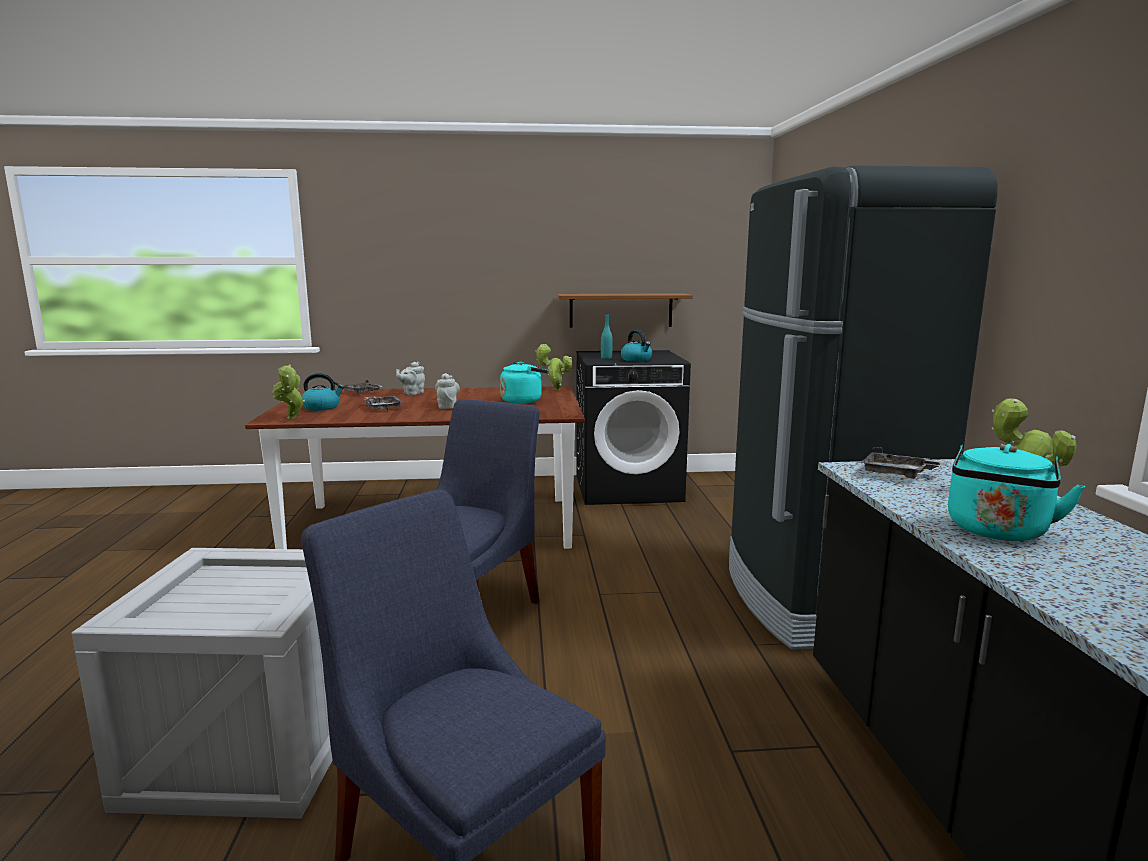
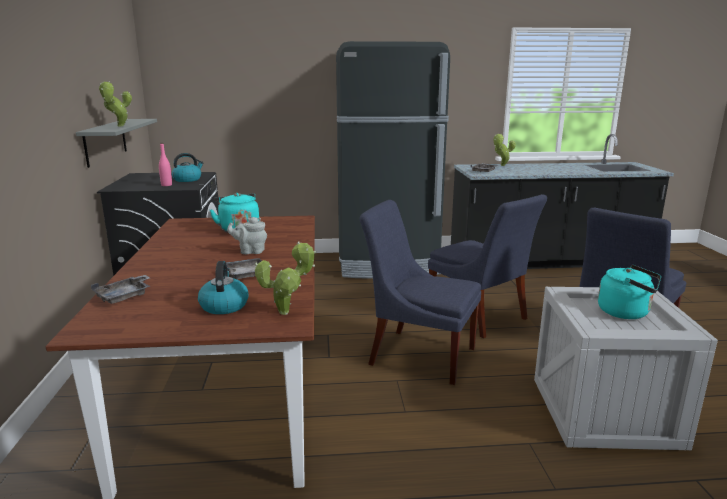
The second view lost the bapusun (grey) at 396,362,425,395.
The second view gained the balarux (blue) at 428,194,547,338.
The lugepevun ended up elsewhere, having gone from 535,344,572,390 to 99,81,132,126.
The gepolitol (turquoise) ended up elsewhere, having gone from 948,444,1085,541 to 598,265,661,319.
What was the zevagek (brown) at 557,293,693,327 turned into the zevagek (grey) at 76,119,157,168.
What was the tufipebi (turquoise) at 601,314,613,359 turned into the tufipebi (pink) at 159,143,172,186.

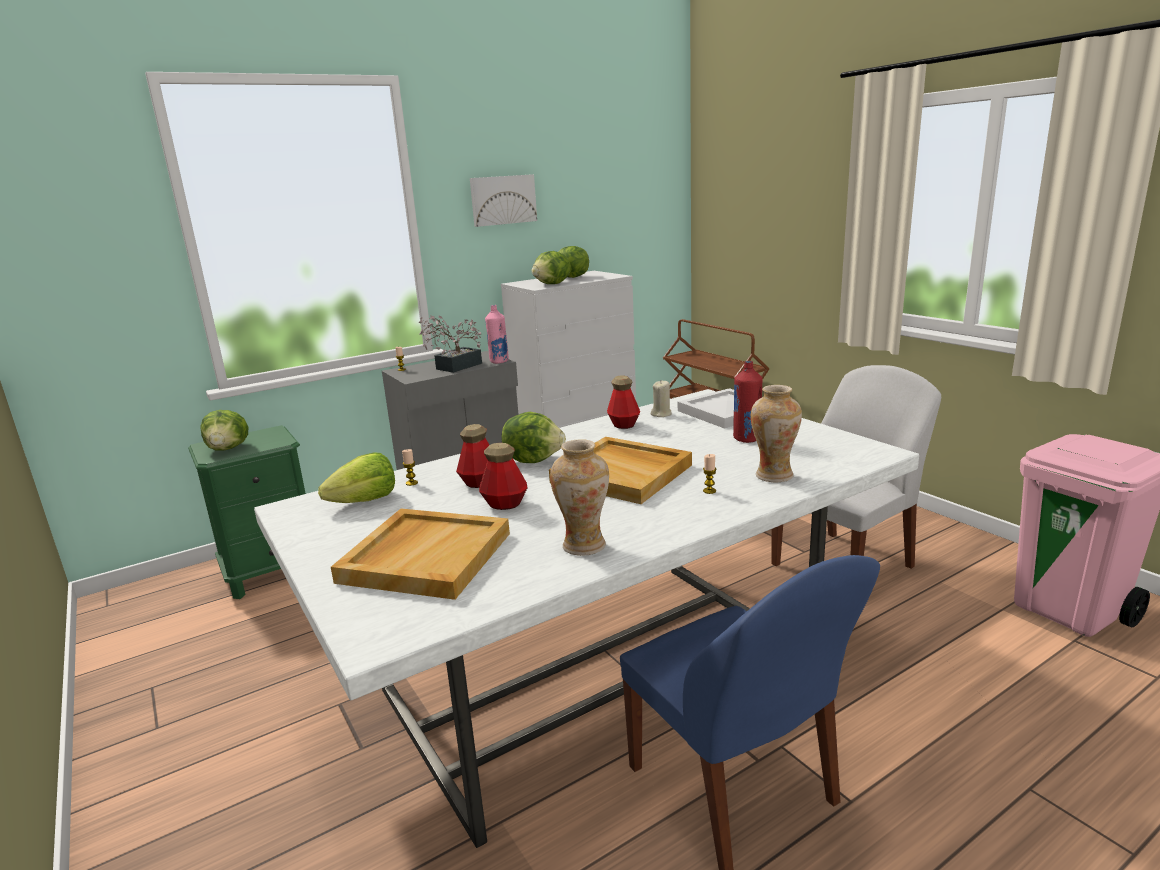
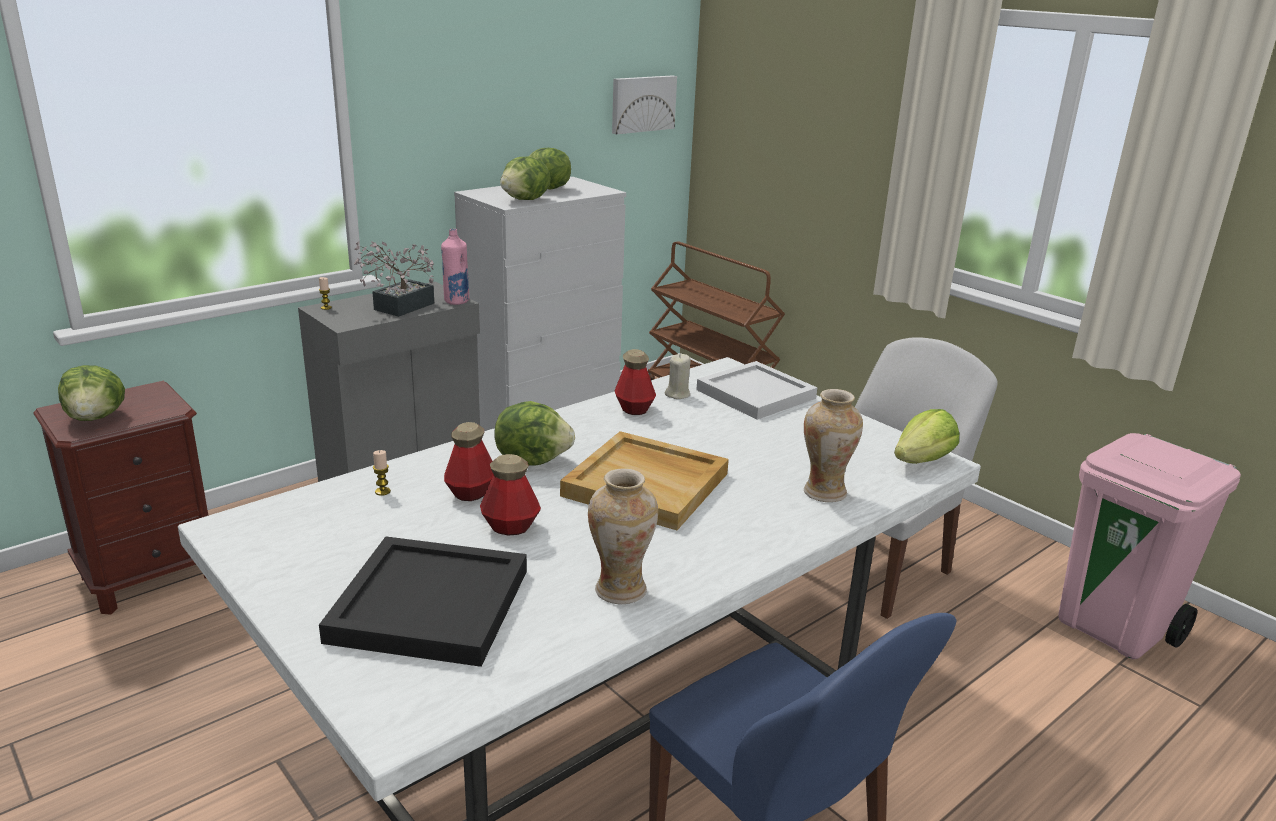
The second view lost the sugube at 703,454,716,494.
The second view lost the tufipebi (red) at 733,361,762,443.
The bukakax ended up elsewhere, having gone from 318,453,395,503 to 894,409,959,464.
The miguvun ended up elsewhere, having gone from 470,174,537,227 to 612,75,677,134.
What was the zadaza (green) at 188,425,306,599 turned into the zadaza (brown) at 33,381,208,615.
What was the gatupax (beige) at 331,509,510,600 turned into the gatupax (black) at 319,536,527,667.

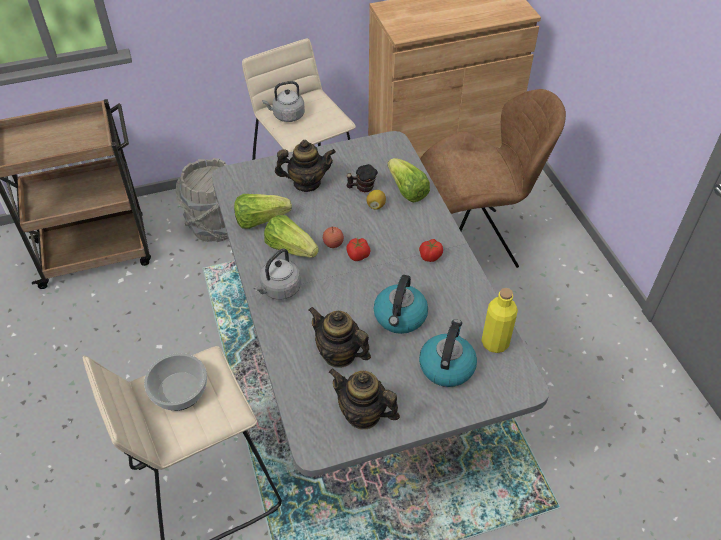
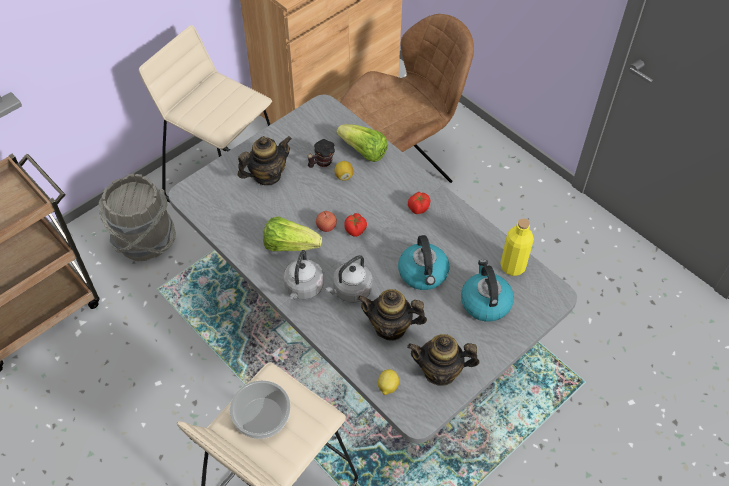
The second view lost the bukakax at 234,194,292,229.
The second view gained the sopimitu at 378,369,399,395.
The gepolitol (grey) ended up elsewhere, having gone from 262,81,305,122 to 325,255,373,303.

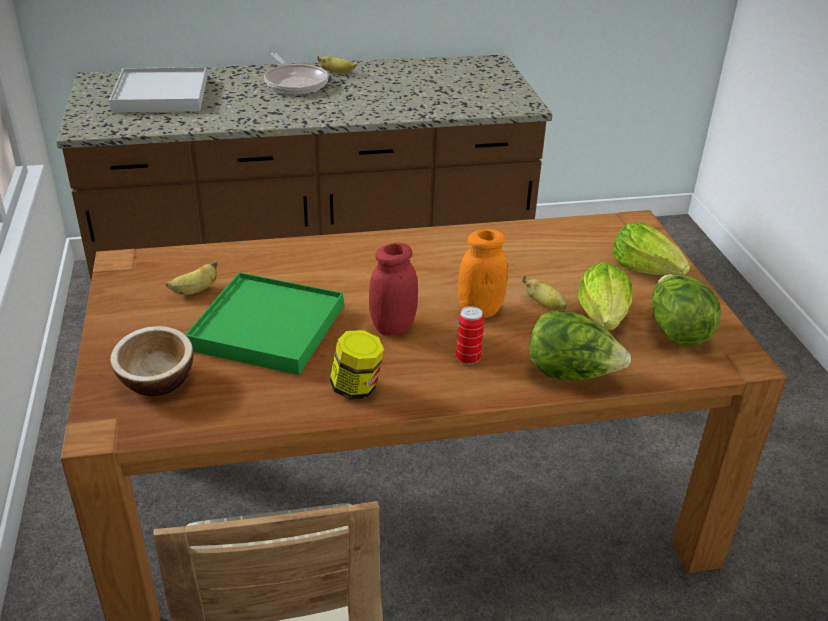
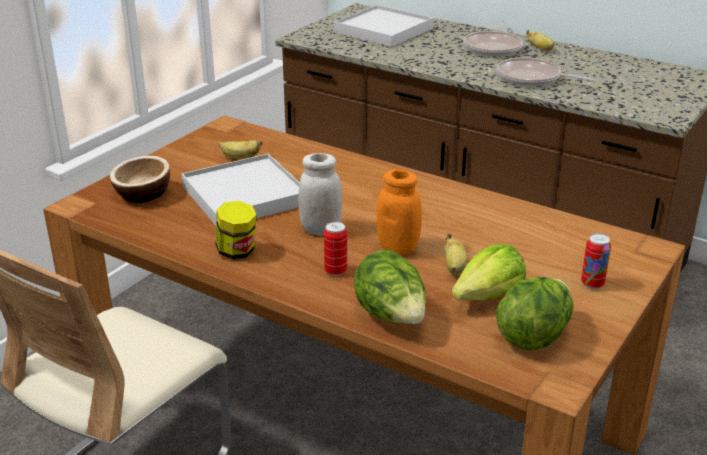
The second view gained the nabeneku at 496,57,595,87.
Where the bukakax stood at 613,222,690,275, the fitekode came to stand at 581,233,611,289.
What was the gatupax (green) at 185,272,343,375 turned into the gatupax (white) at 181,154,300,226.
What was the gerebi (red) at 369,242,418,335 turned into the gerebi (white) at 298,153,342,236.

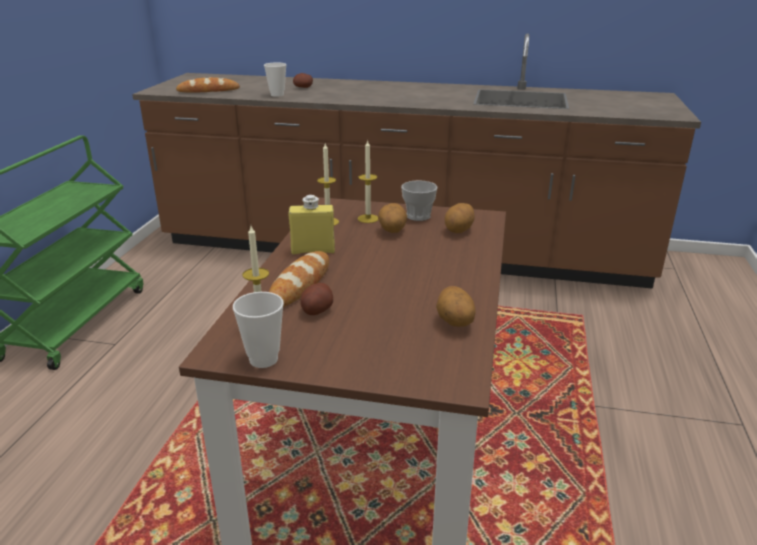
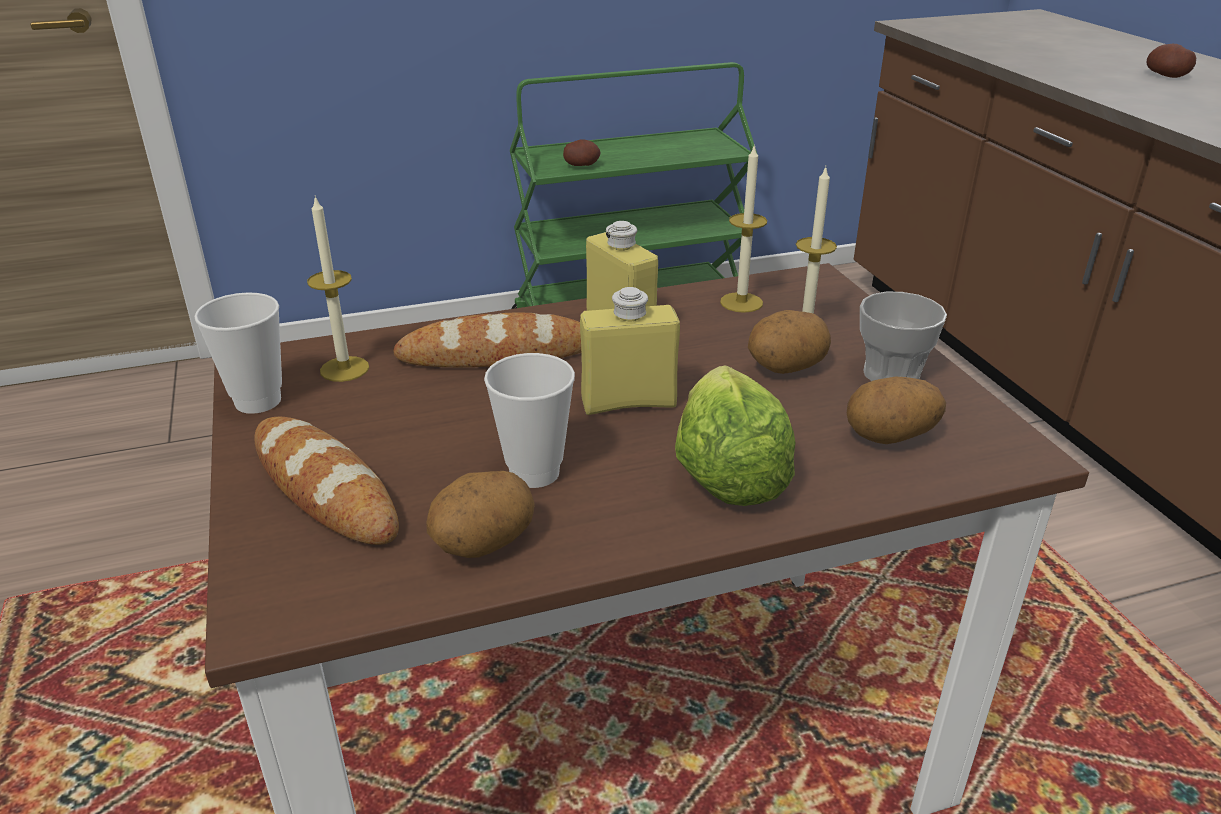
The second view gained the tufipebi (yellow) at 580,287,680,415.
The second view gained the bukakax at 675,366,795,506.
The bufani ended up elsewhere, having gone from 176,77,240,92 to 254,417,399,545.
The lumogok ended up elsewhere, having gone from 264,62,287,97 to 484,353,575,488.
The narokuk ended up elsewhere, having gone from 300,283,333,315 to 563,139,601,166.

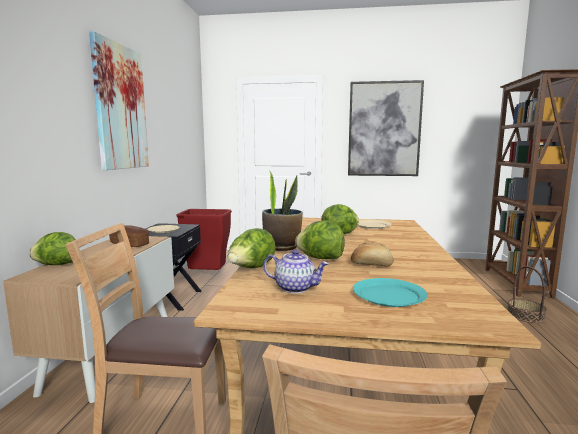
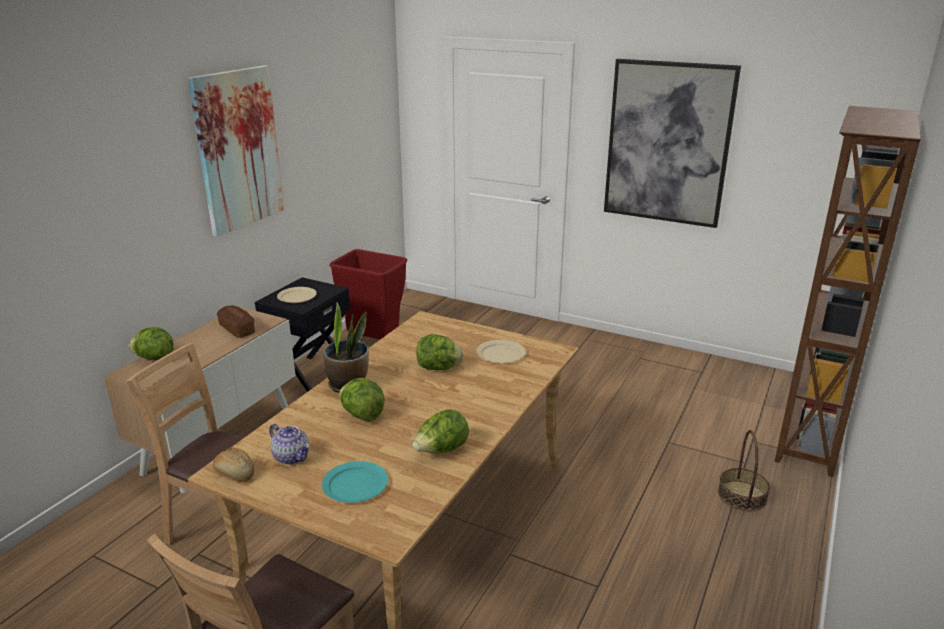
The bukakax ended up elsewhere, having gone from 228,228,276,268 to 412,409,469,453.
The bufani ended up elsewhere, having gone from 351,242,394,267 to 213,448,254,482.

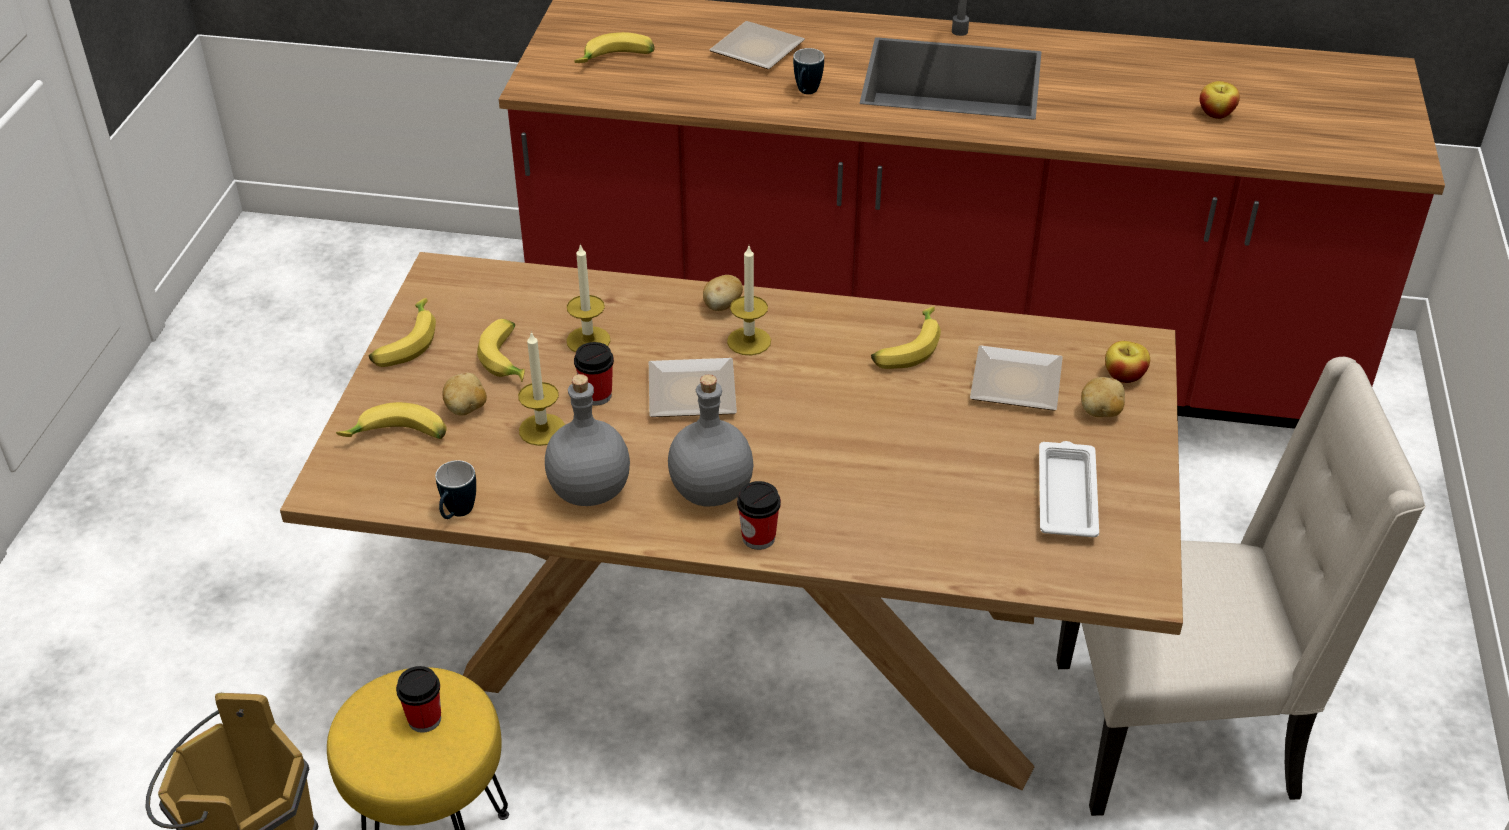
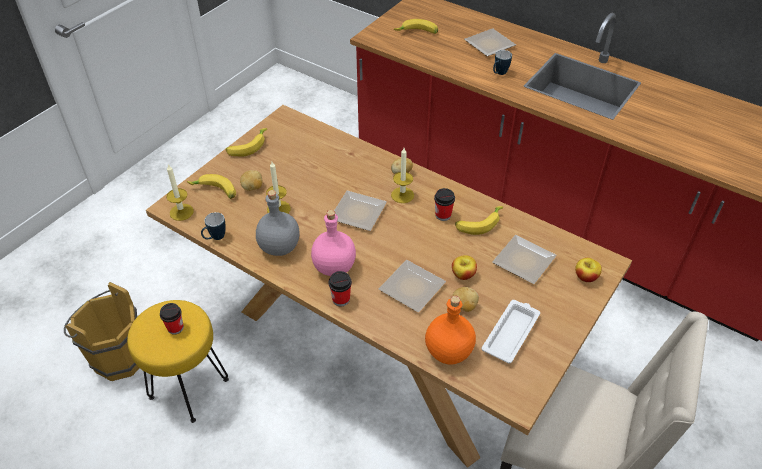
The second view lost the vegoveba at 477,319,525,382.
The second view gained the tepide at 379,260,446,312.
The second view gained the tufipebi (orange) at 425,296,476,364.
The sugube ended up elsewhere, having gone from 567,243,610,352 to 166,164,194,221.
The lumogok ended up elsewhere, having gone from 574,342,614,406 to 434,188,455,221.
The narokuk ended up elsewhere, having gone from 1081,377,1125,417 to 452,287,479,312.
The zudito ended up elsewhere, having gone from 1200,81,1240,119 to 452,255,477,280.
What was the tufipebi (grey) at 668,374,753,506 turned into the tufipebi (pink) at 311,210,356,276.

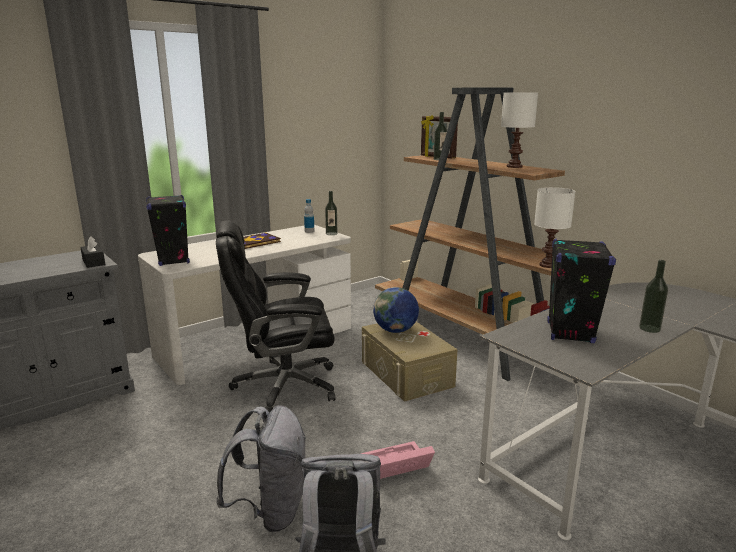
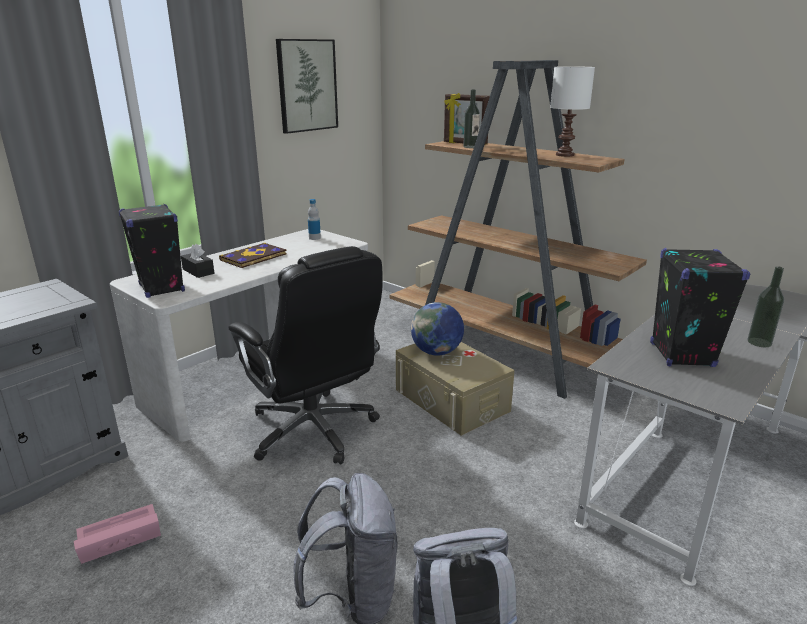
The second view lost the tufipebi at 325,191,337,235.
The second view lost the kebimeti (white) at 534,187,576,268.
The second view gained the miguvun at 276,39,338,134.
The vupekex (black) ended up elsewhere, having gone from 80,236,105,268 to 181,244,214,278.
The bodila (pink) ended up elsewhere, having gone from 361,441,435,479 to 74,504,161,564.
The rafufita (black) at 216,220,335,412 ended up facing another way, 105 degrees counterclockwise from before.

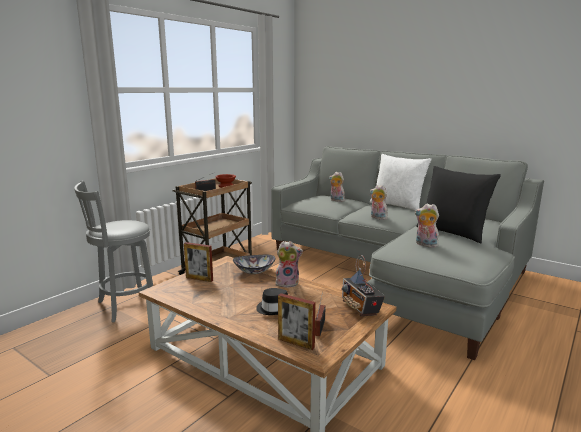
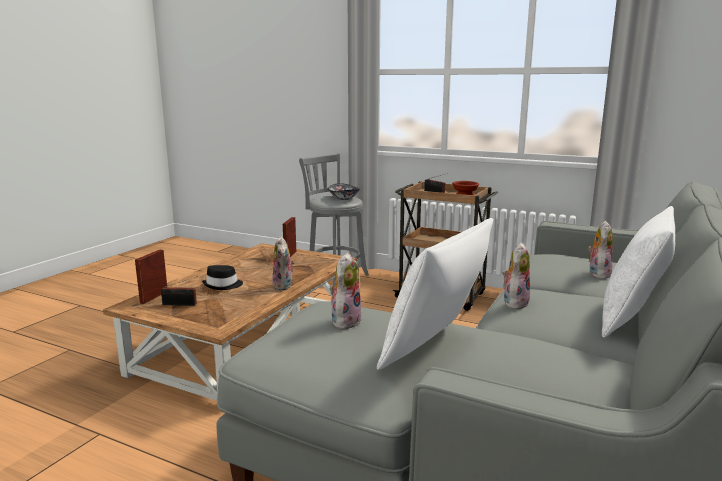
The second view lost the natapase at 341,255,385,316.
The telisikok ended up elsewhere, having gone from 233,255,276,274 to 328,183,360,200.
What was the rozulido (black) at 416,166,501,243 turned into the rozulido (white) at 377,218,493,370.

